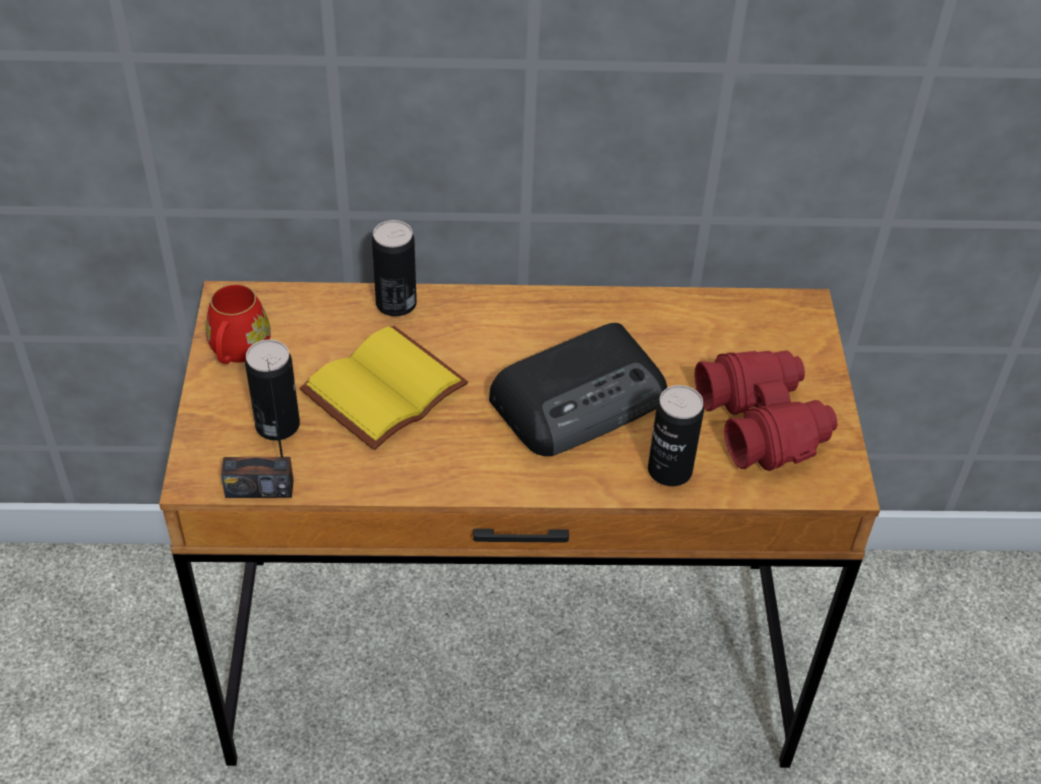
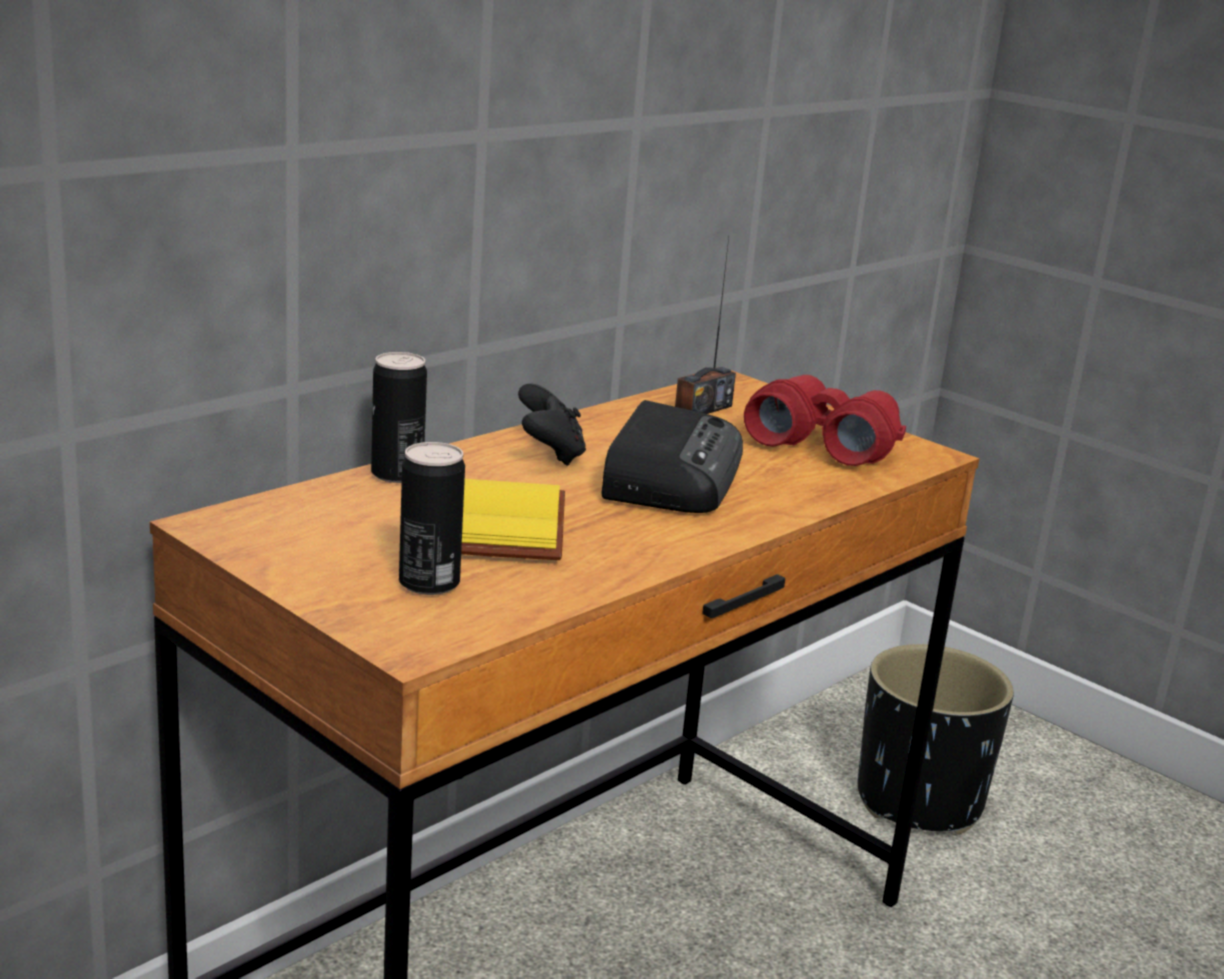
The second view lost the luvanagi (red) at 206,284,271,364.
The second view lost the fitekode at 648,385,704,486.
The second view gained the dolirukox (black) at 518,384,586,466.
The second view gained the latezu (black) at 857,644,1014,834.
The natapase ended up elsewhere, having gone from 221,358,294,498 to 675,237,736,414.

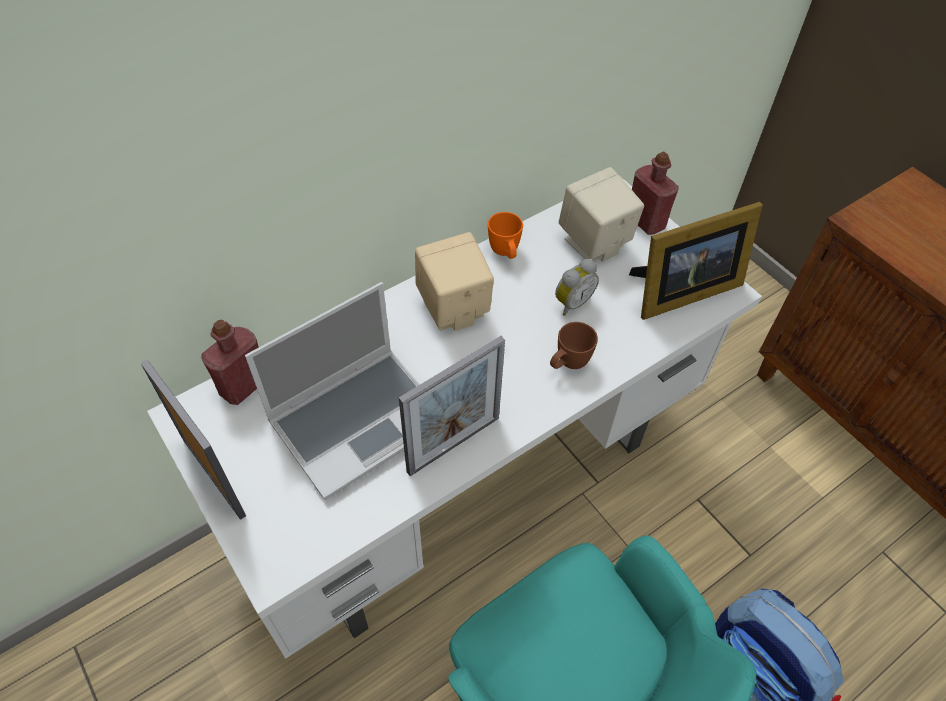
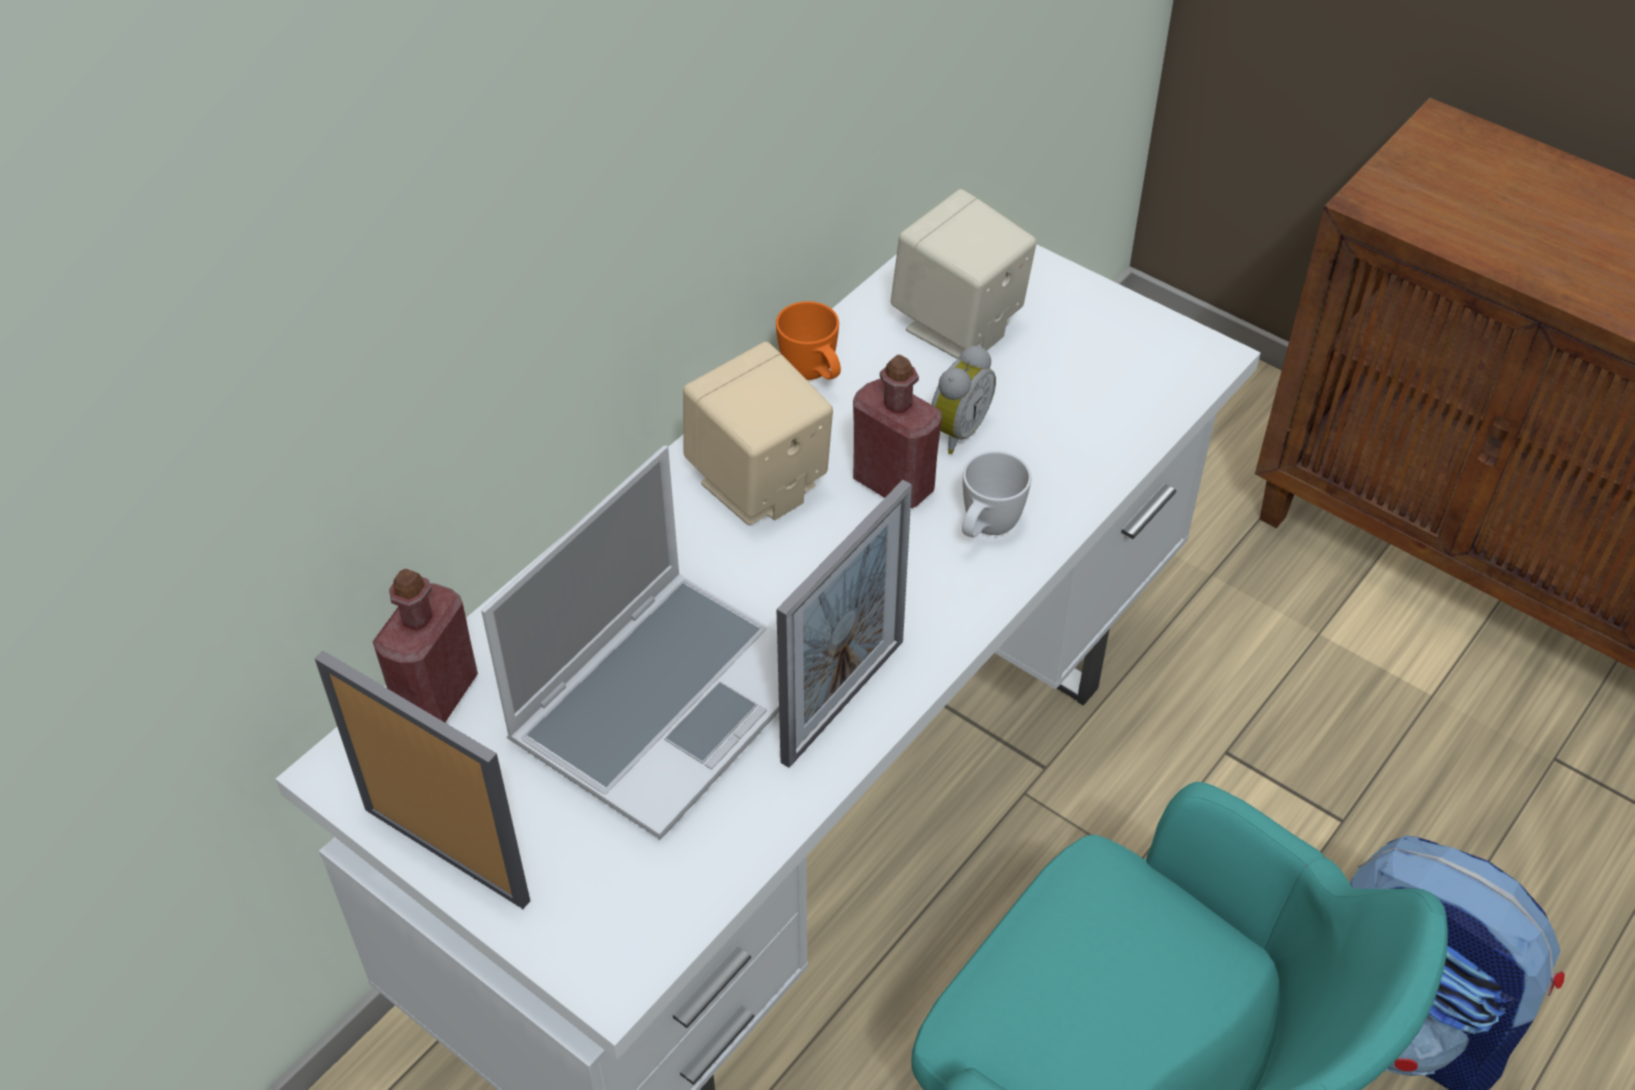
The second view lost the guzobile at 629,202,763,320.
The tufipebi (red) ended up elsewhere, having gone from 632,152,679,235 to 853,355,942,508.
What was the luvanagi (brown) at 550,322,598,369 turned into the luvanagi (white) at 962,451,1032,537.

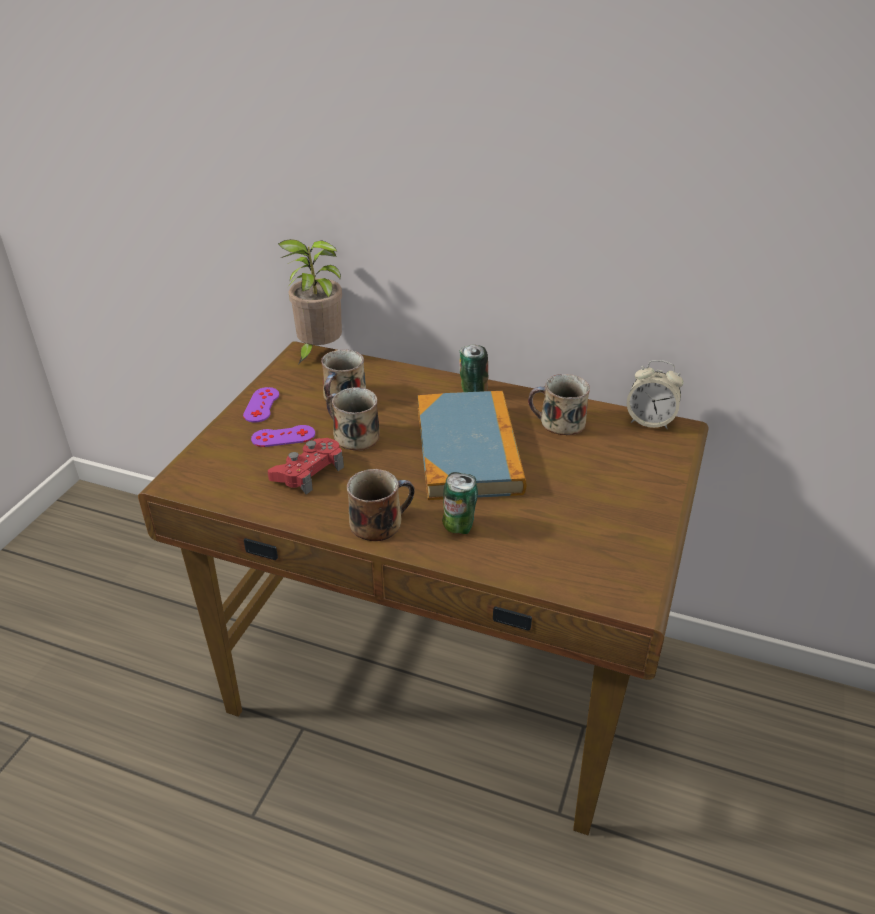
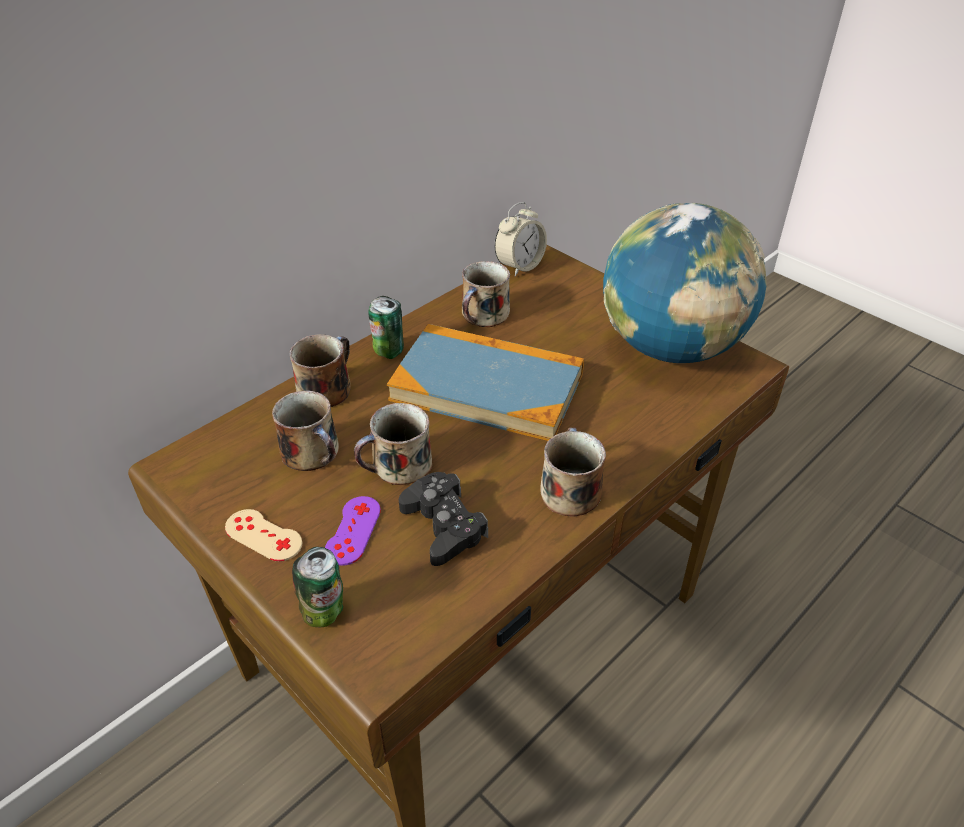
The second view lost the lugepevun at 278,239,342,365.
The second view gained the luvanagi at 289,334,351,407.
The second view gained the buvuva at 603,203,767,363.
The fitekode ended up elsewhere, having gone from 442,472,478,534 to 292,547,343,627.
What was the dolirukox (purple) at 243,387,279,423 turned into the dolirukox (beige) at 225,509,302,562.
What was the dolirukox (red) at 268,438,344,495 turned into the dolirukox (black) at 399,472,488,566.

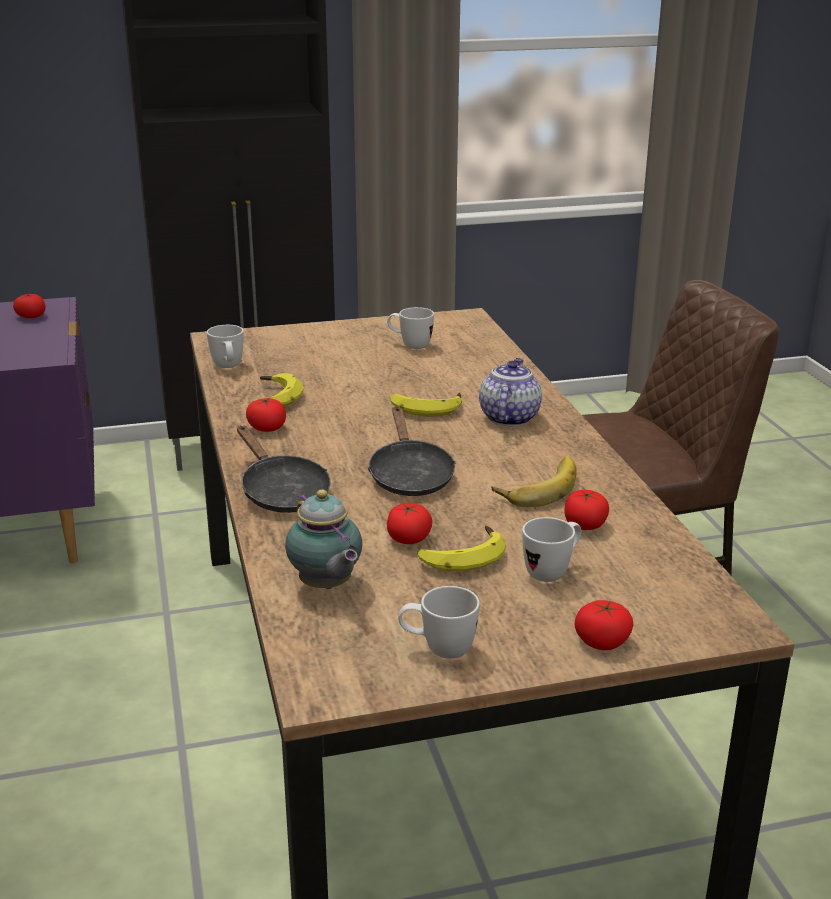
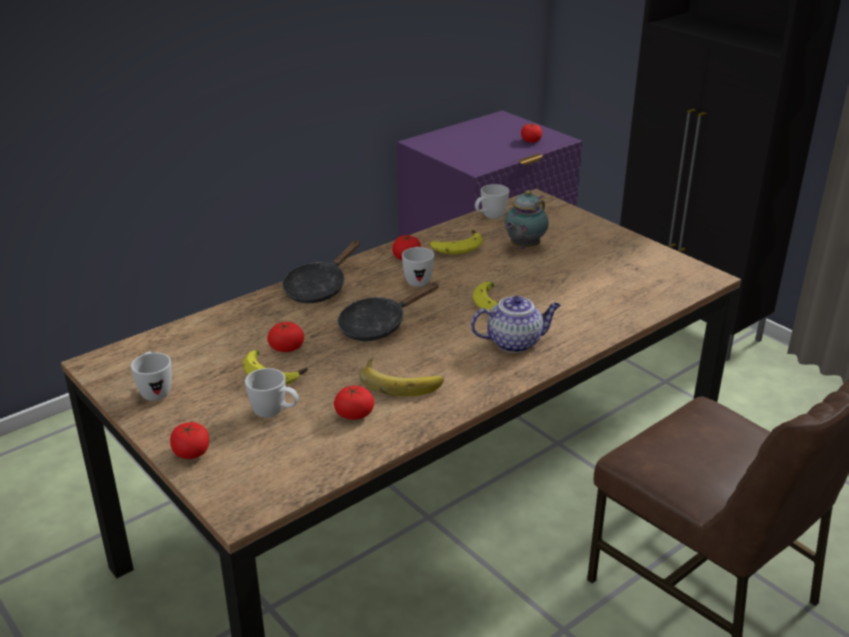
The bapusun ended up elsewhere, having gone from 285,489,362,589 to 505,190,549,249.
The luvanagi (white) ended up elsewhere, having gone from 387,307,434,349 to 402,247,434,287.

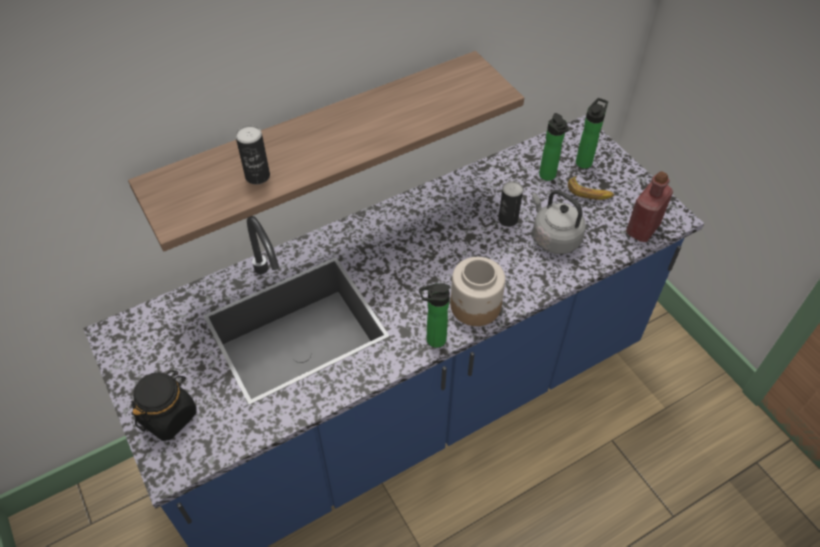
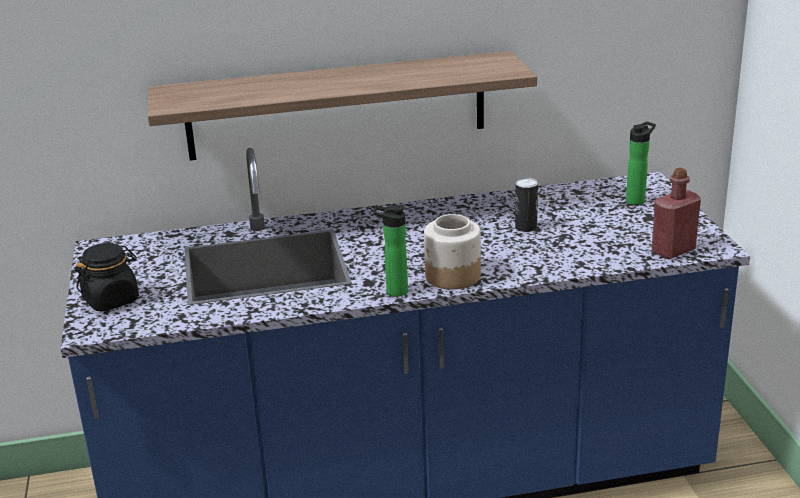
The second view lost the fitekode at 236,125,270,185.
The second view lost the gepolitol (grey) at 532,190,586,254.
The second view lost the tufipebi at 539,113,569,181.
The second view lost the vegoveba at 568,176,615,200.

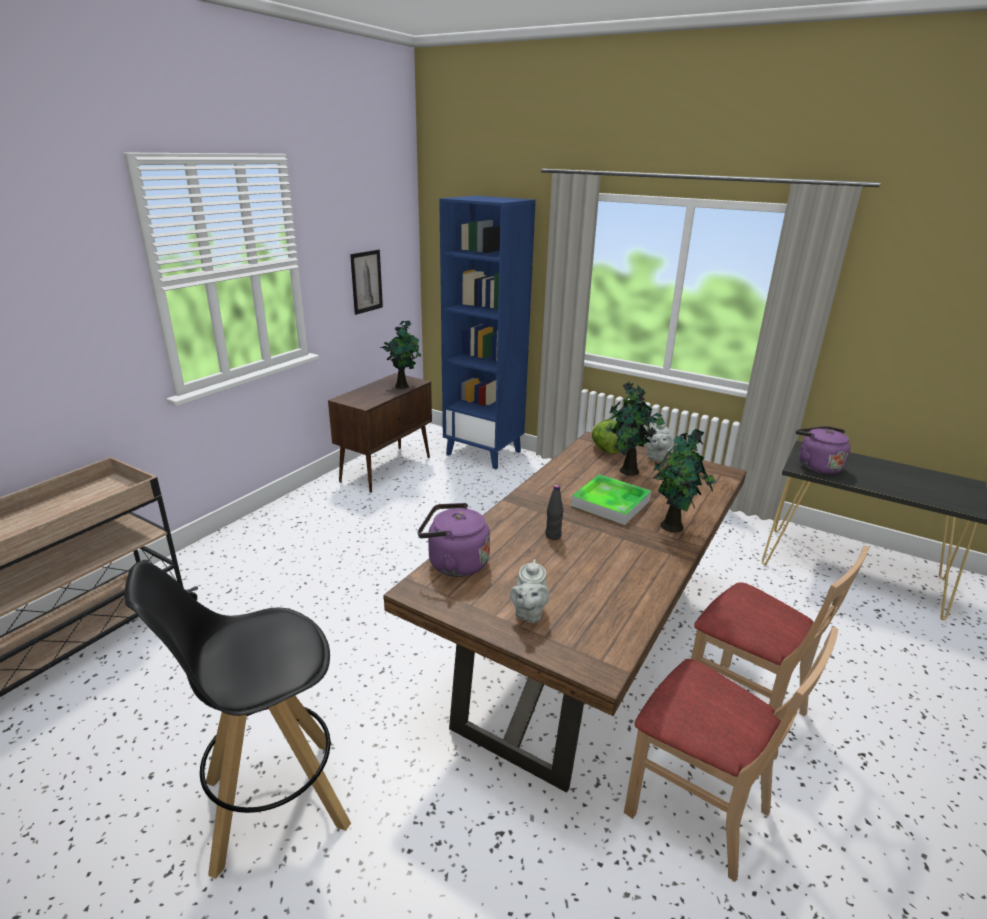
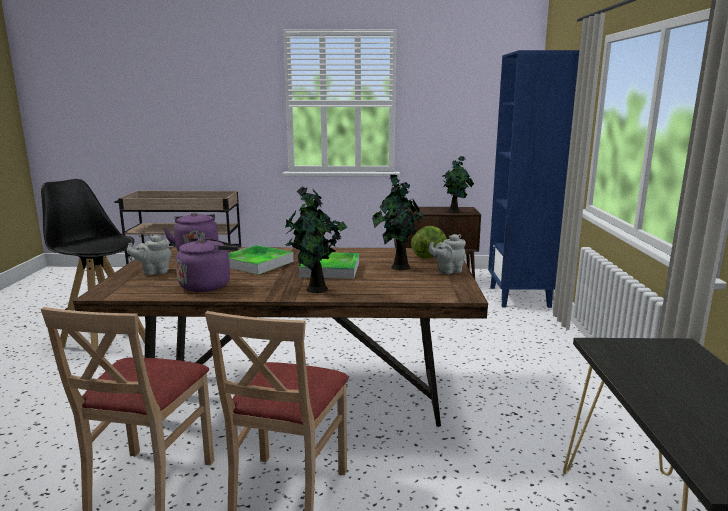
The second view lost the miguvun at 350,249,383,315.
The gepolitol (purple) ended up elsewhere, having gone from 796,426,850,474 to 176,238,239,292.
Where the tufipebi (black) stood at 546,485,564,540, the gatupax came to stand at 228,245,293,275.

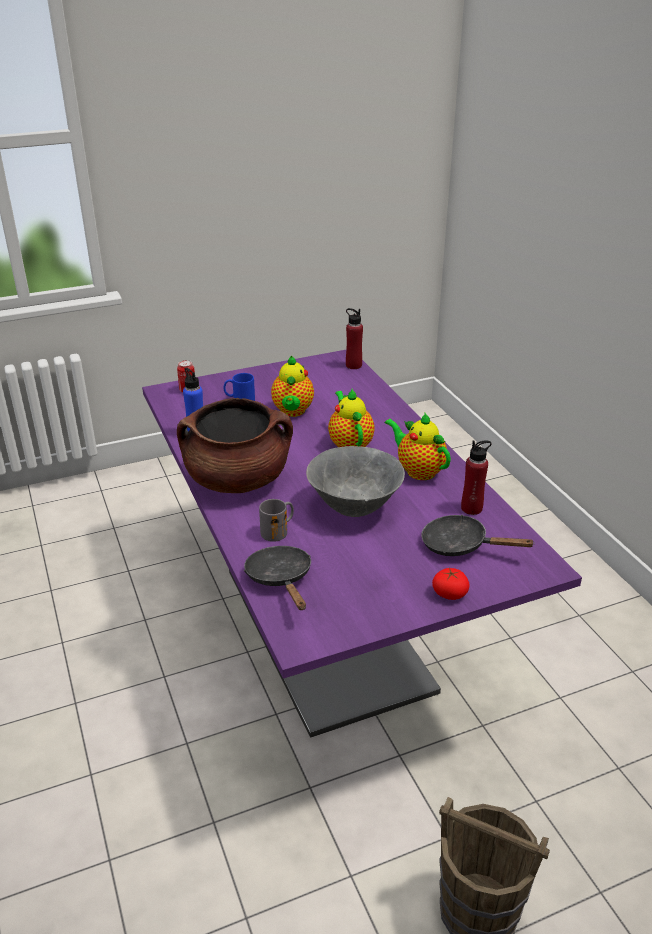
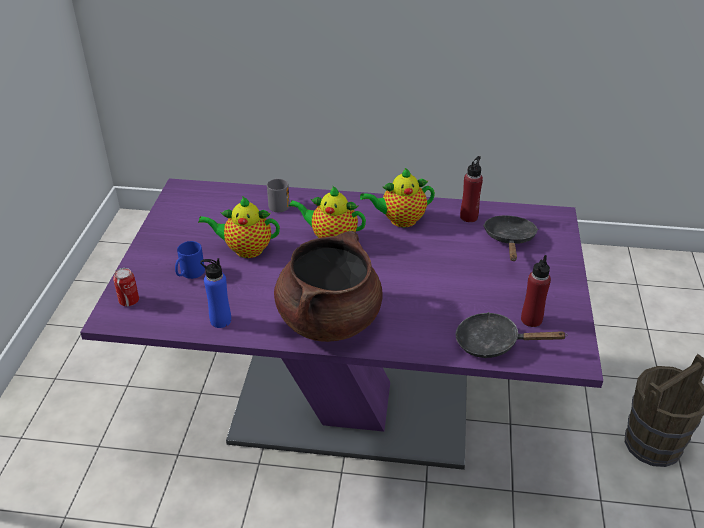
The second view lost the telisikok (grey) at 306,446,405,517.
The second view lost the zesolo at 432,567,470,600.
The luvanagi (grey) ended up elsewhere, having gone from 259,499,294,542 to 267,178,290,212.
The tufipebi (red) ended up elsewhere, having gone from 346,308,363,369 to 521,255,551,327.
The bapusun at 271,356,314,417 ended up facing another way, 150 degrees clockwise from before.
The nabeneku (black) at 421,515,535,556 ended up facing another way, 135 degrees clockwise from before.

